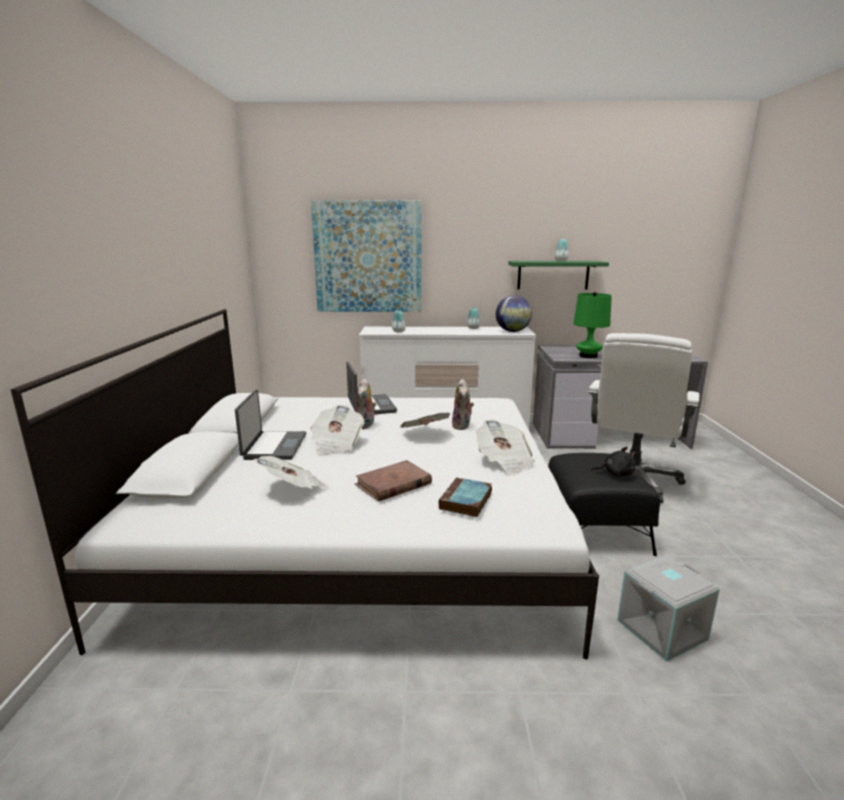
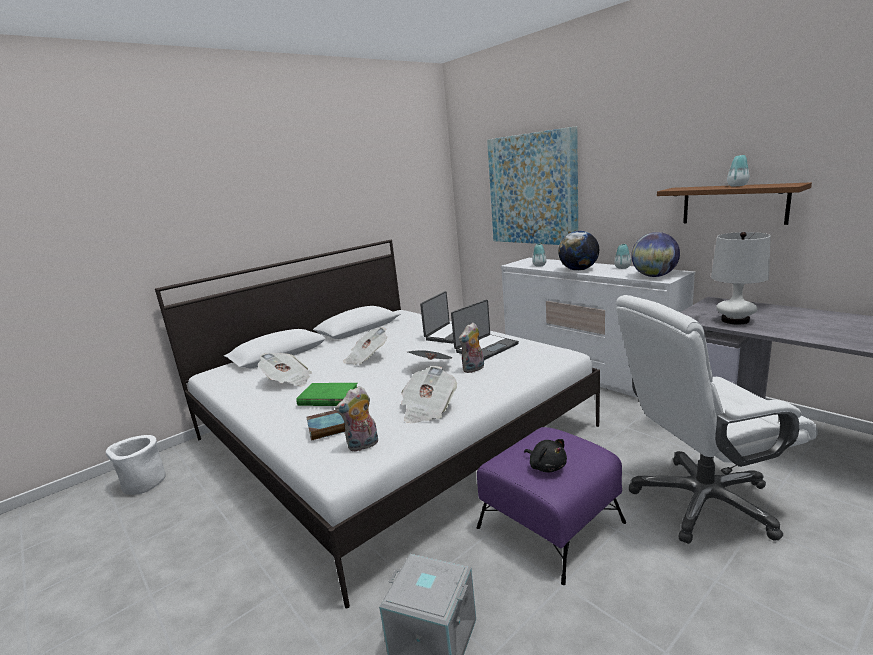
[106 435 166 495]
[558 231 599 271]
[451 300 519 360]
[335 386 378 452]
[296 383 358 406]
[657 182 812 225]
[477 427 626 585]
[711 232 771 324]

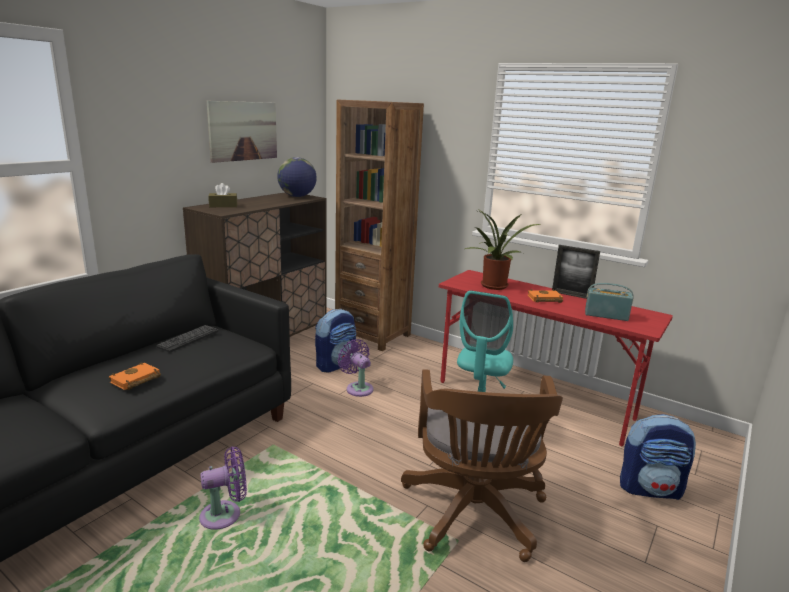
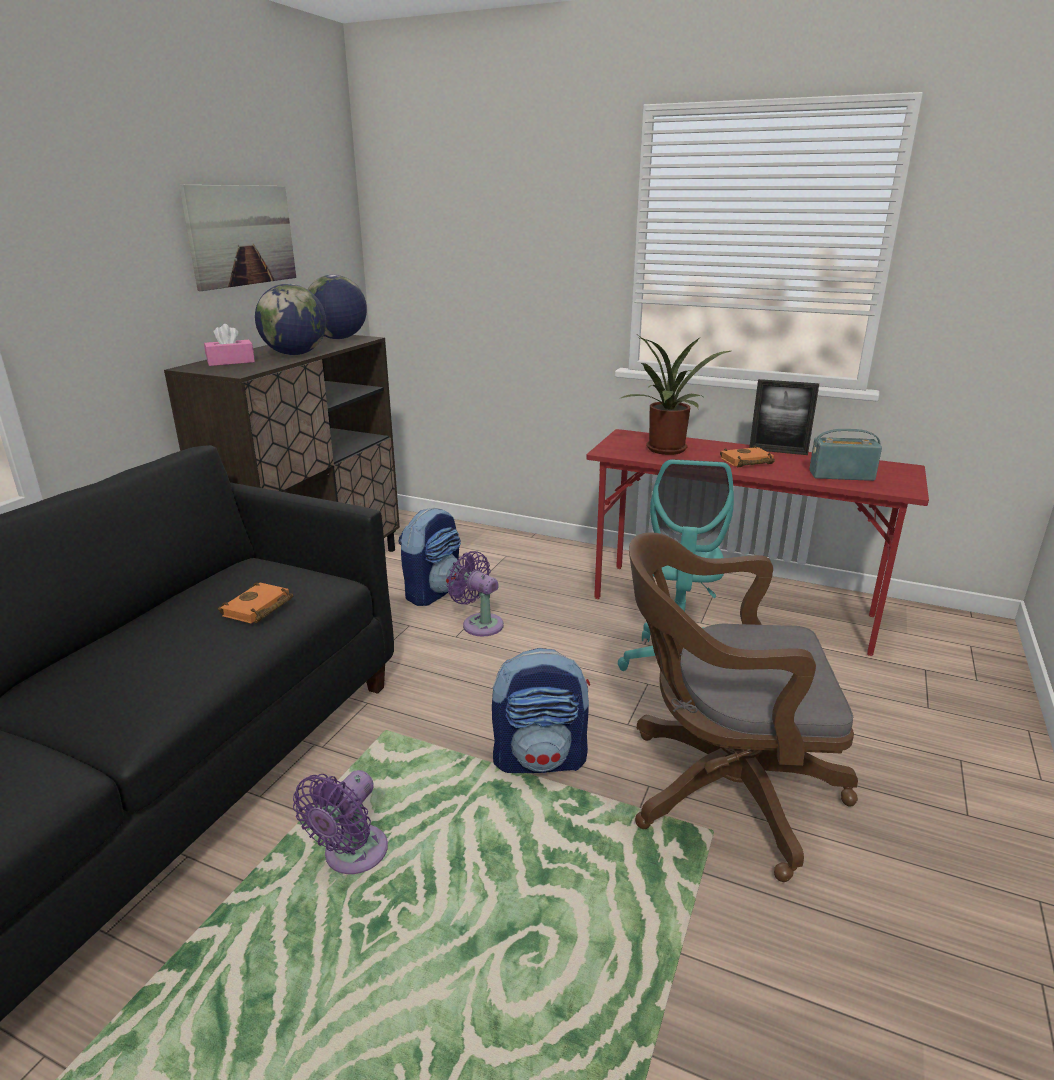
[156 325 219 353] (first image)
[335 100 424 351] (first image)
[255 284 326 355]
[218 582 293 624]
[492 648 590 773]
[204 324 255 366]
[293 770 388 874]
[629 532 858 882]

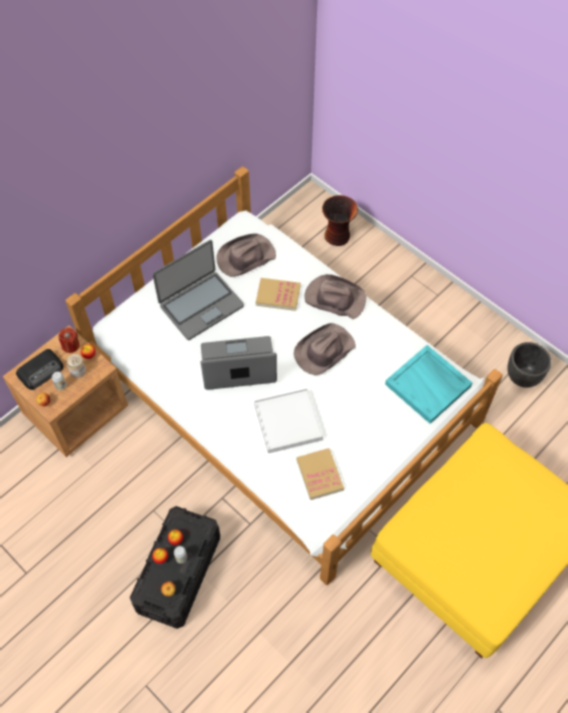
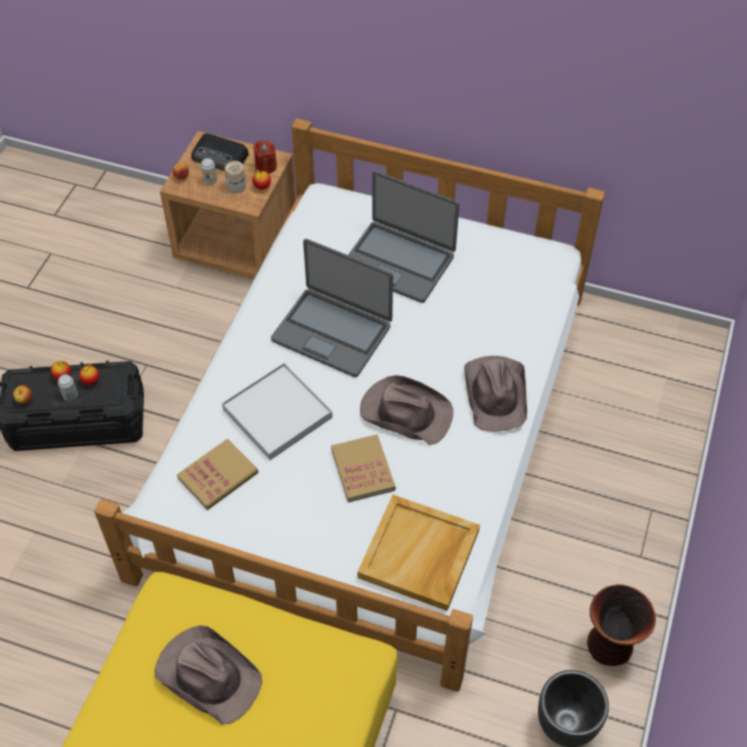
[154 625 262 725]
[331 434 396 503]
[587 584 656 666]
[358 495 480 611]
[271 239 393 377]

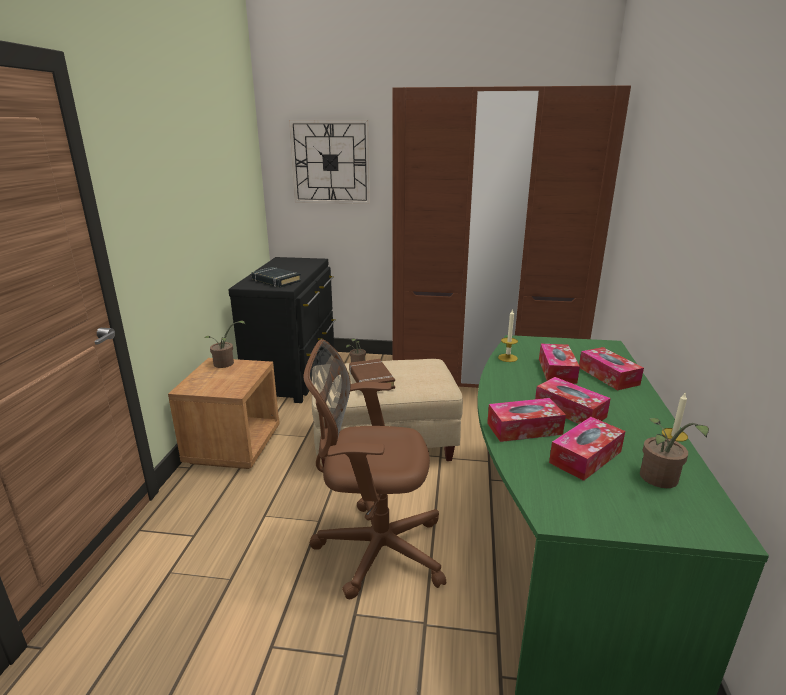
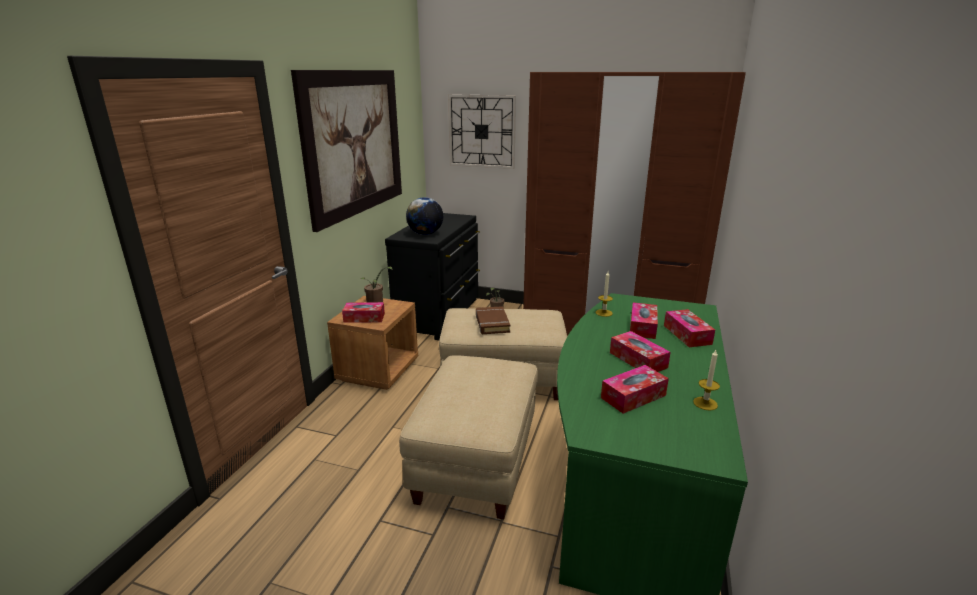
[640 418 709 488] (first image)
[291 70 402 232]
[342 302 385 323]
[406 197 443 235]
[399 355 538 519]

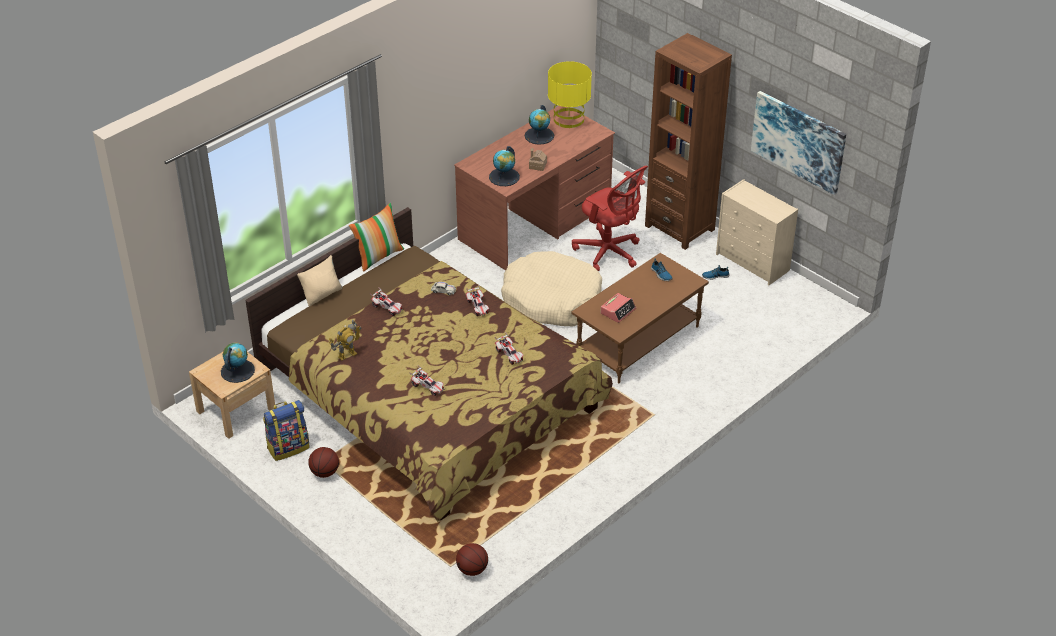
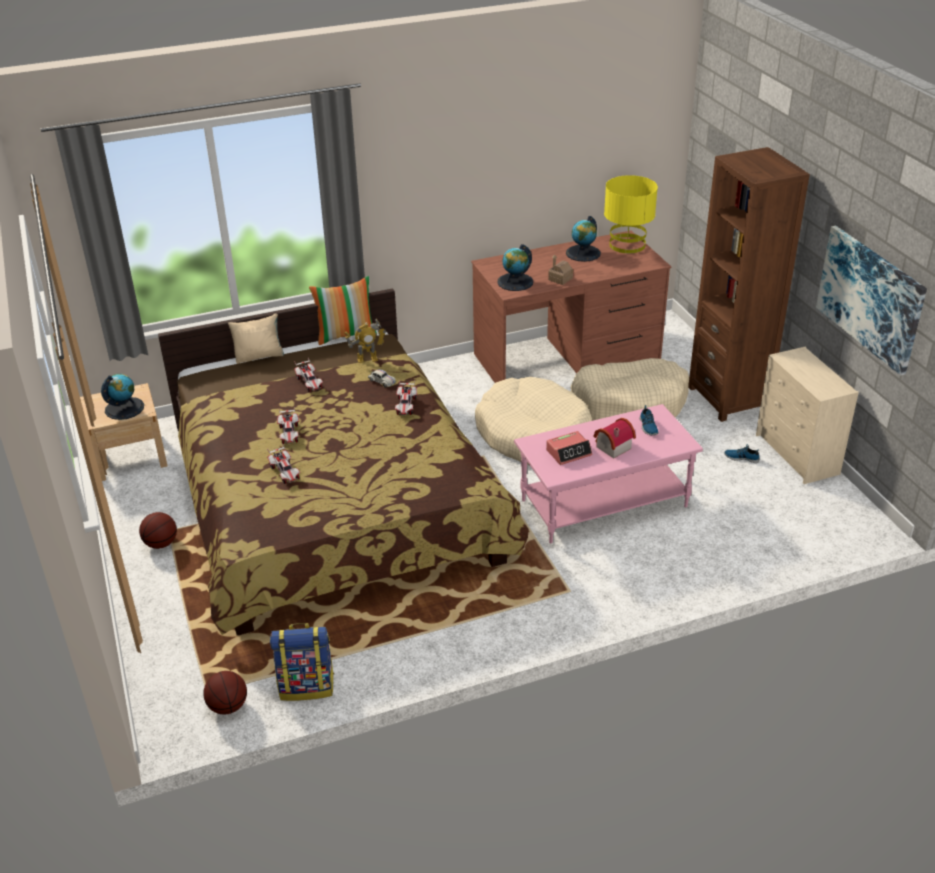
[593 418 636 458]
[270 623 334 701]
[345 318 386 363]
[277 406 299 444]
[571 358 689 421]
[514 404 703 543]

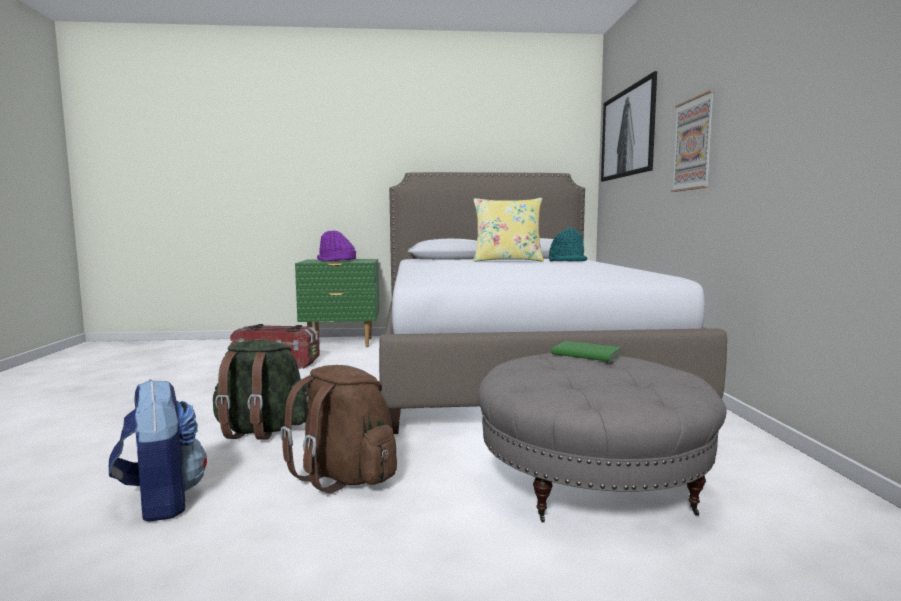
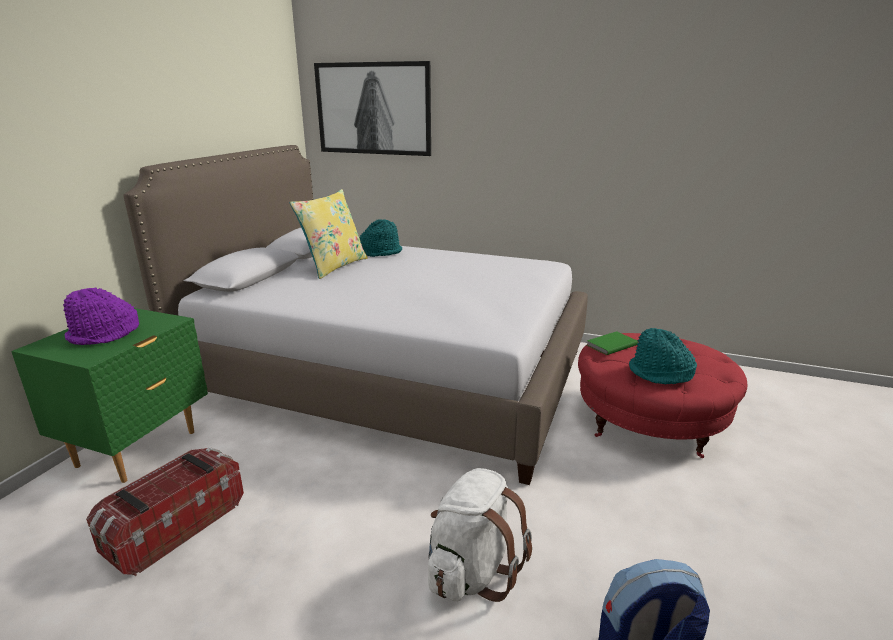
[280 365 397 493] (first image)
[671 90 715 192] (first image)
[629 328 697 384]
[428 468 532 602]
[578 333 747 458]

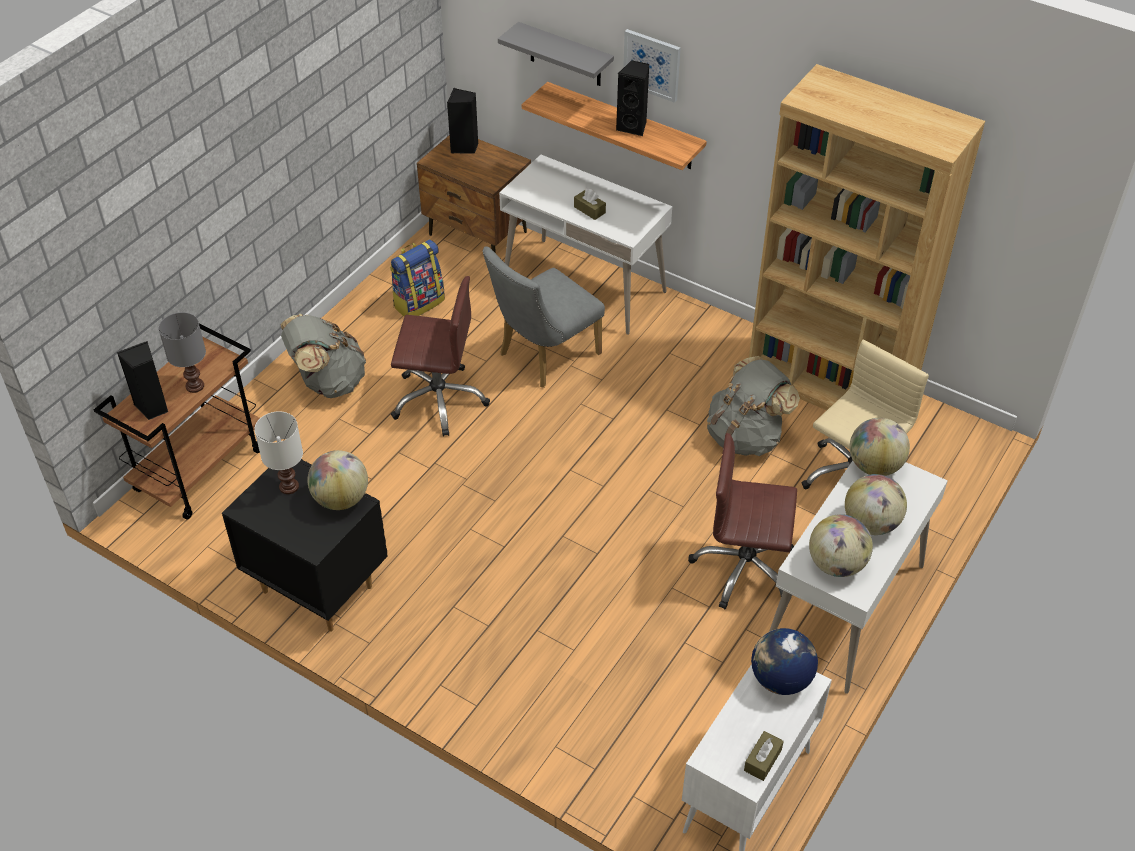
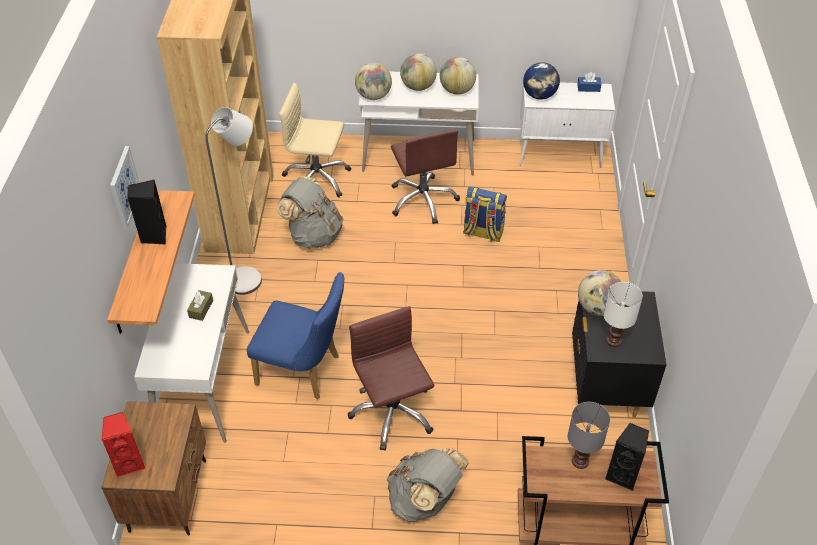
[498 22 614 86] (first image)
[205 107 262 295]
[463 187 507 242]
[102 412 146 477]
[247 272 345 400]
[577 72 601 92]

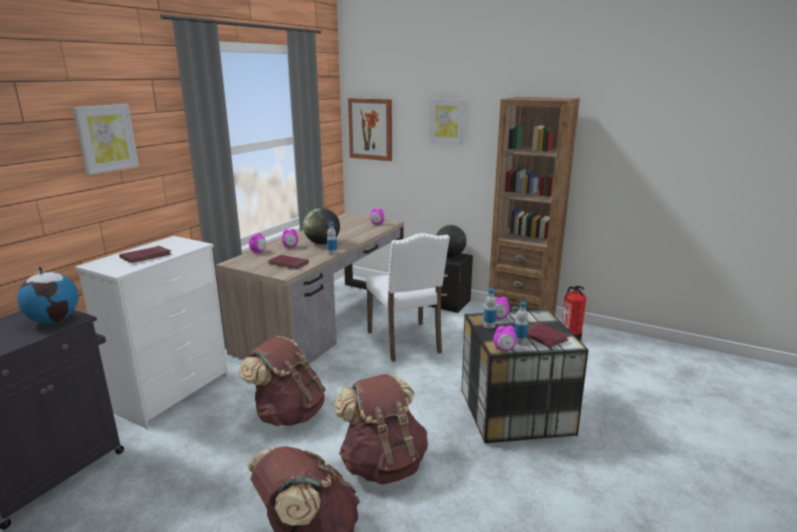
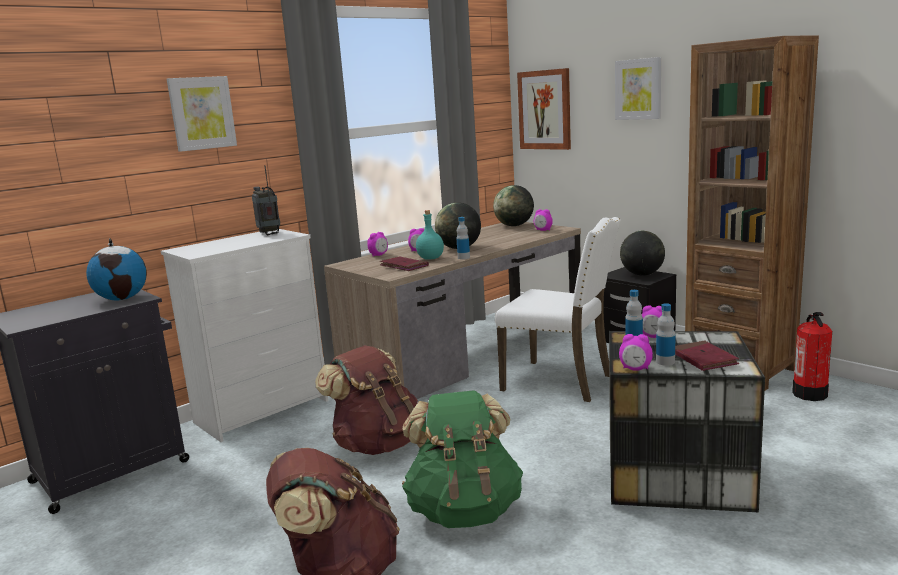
[119 246 171 263] (first image)
[252 165 280 235]
[416 210 444 260]
[493 185 534 226]
[402 390 523 528]
[495 217 621 402]

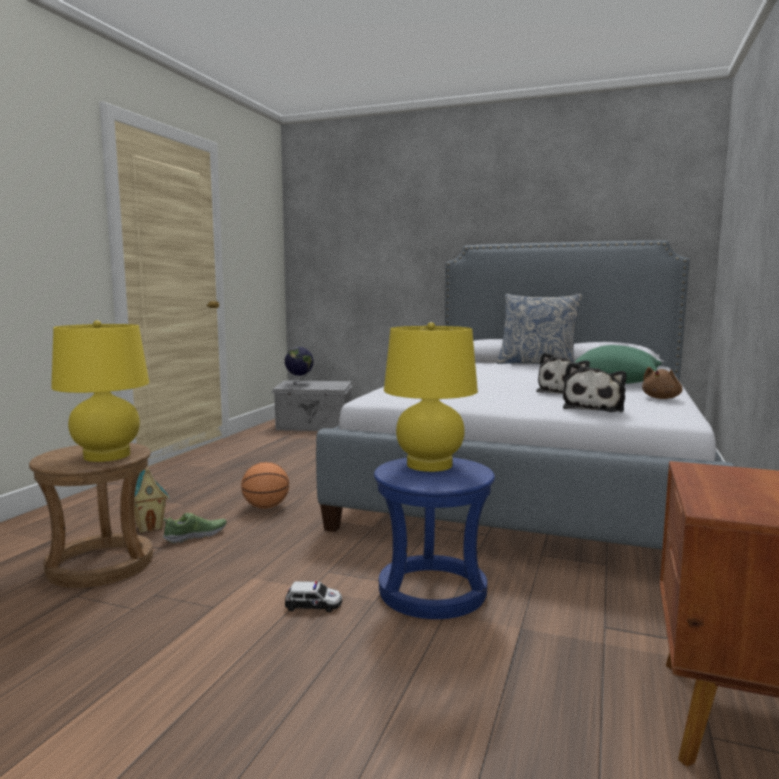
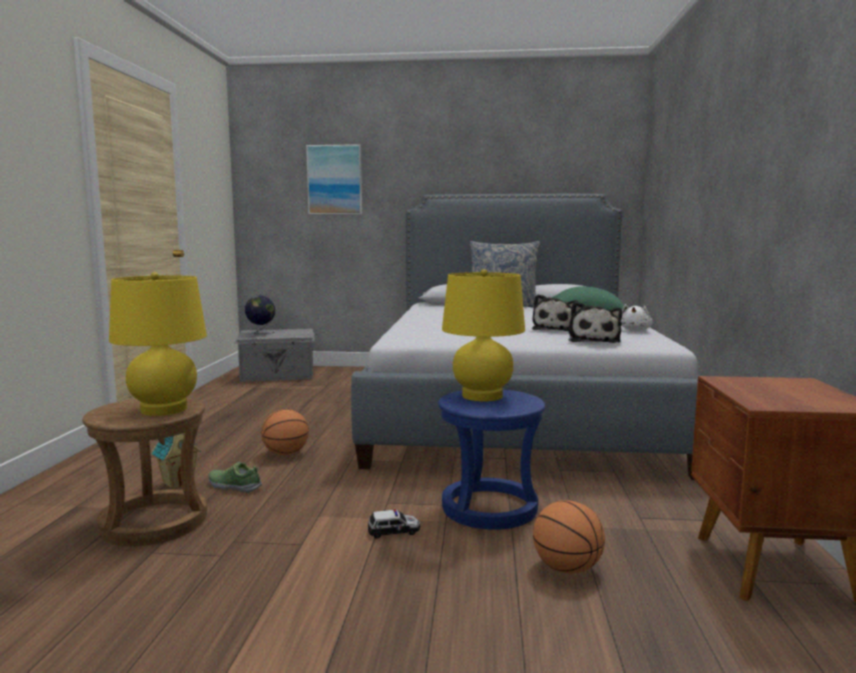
[306 144 362 214]
[533 500 605 573]
[621 304 653 331]
[209 462 262 493]

